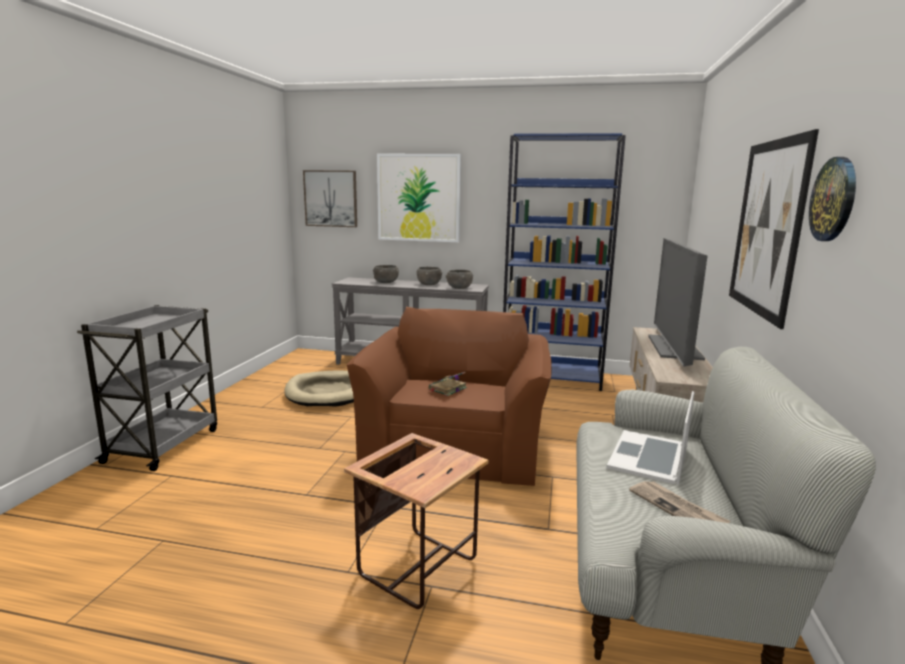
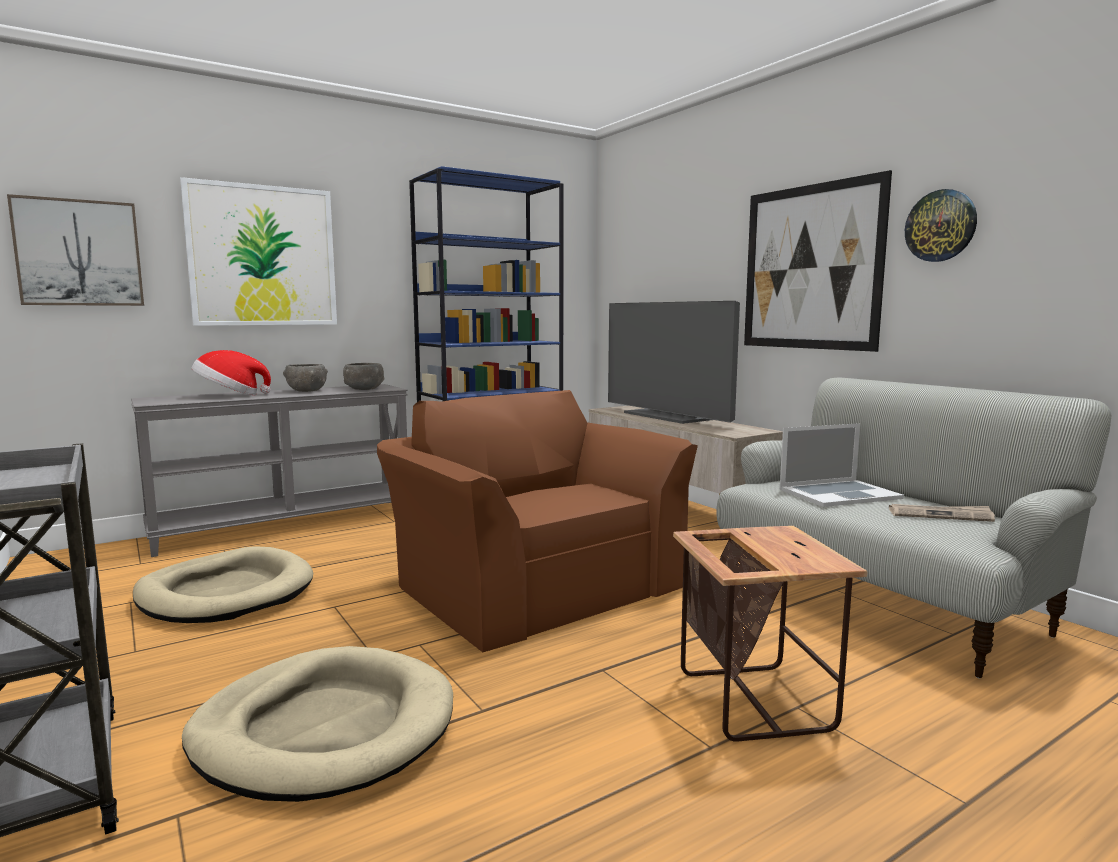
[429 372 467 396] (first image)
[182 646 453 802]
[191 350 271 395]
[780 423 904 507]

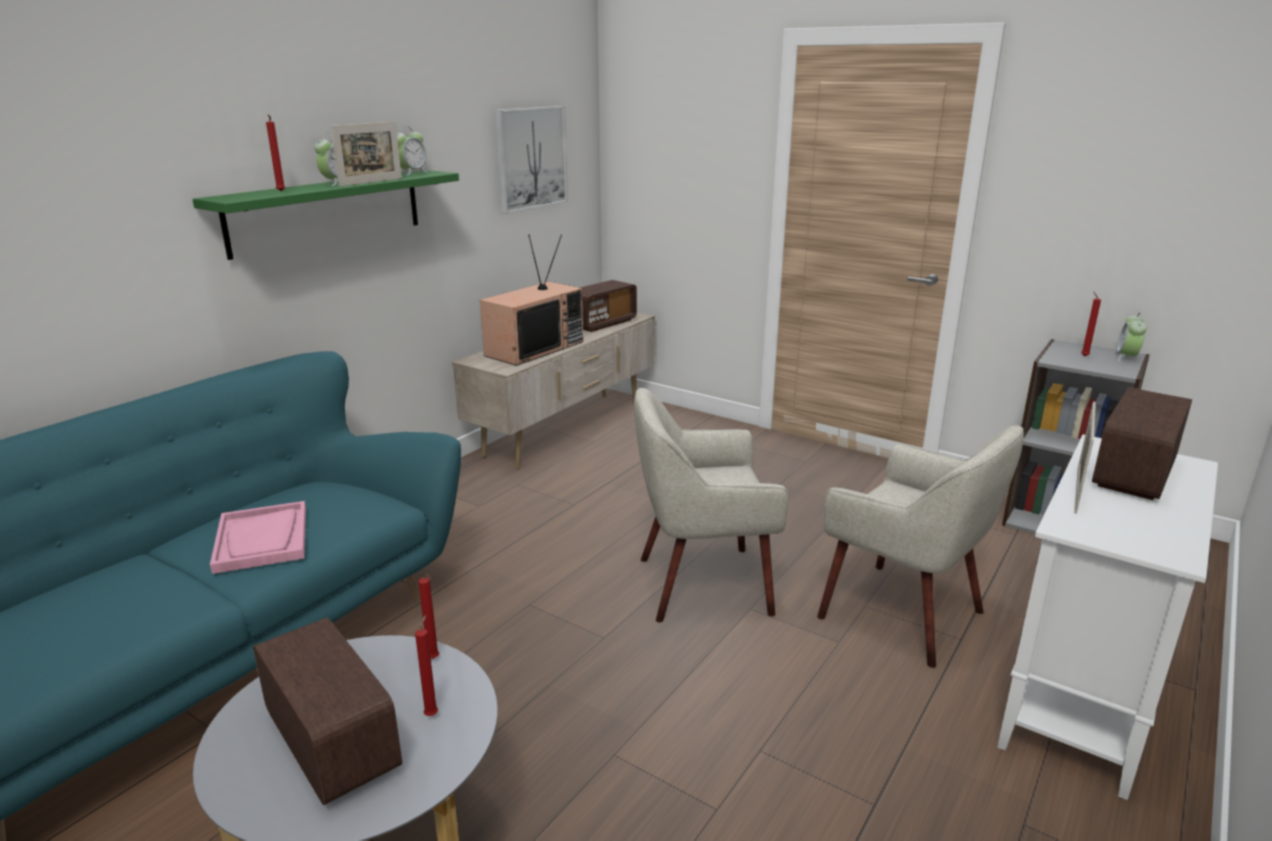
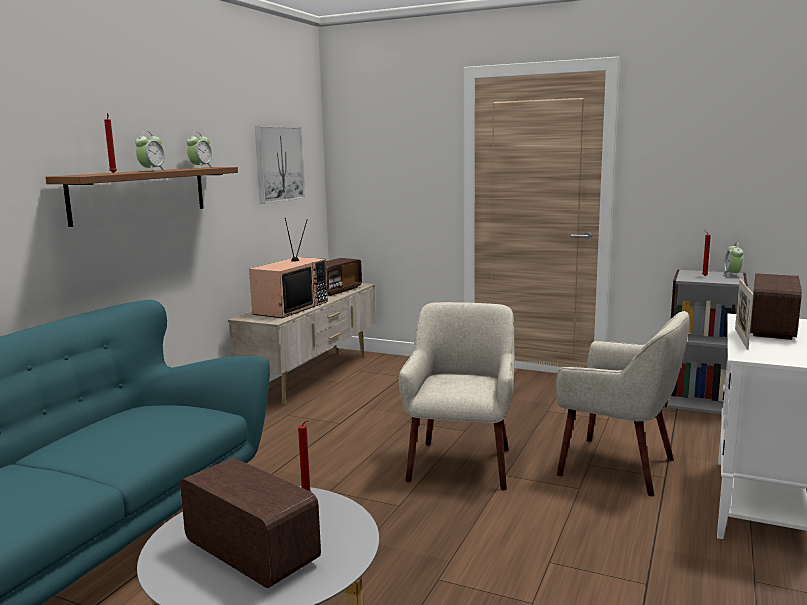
[210 501 306 574] (first image)
[331 122 402 187] (first image)
[415 615 438 716] (first image)
[46 167 238 227]
[399 302 515 490]

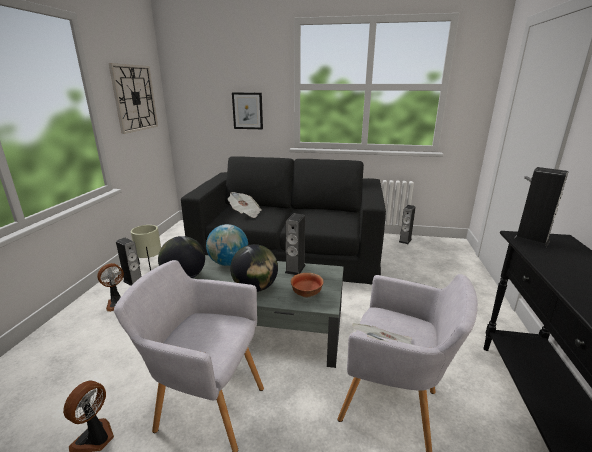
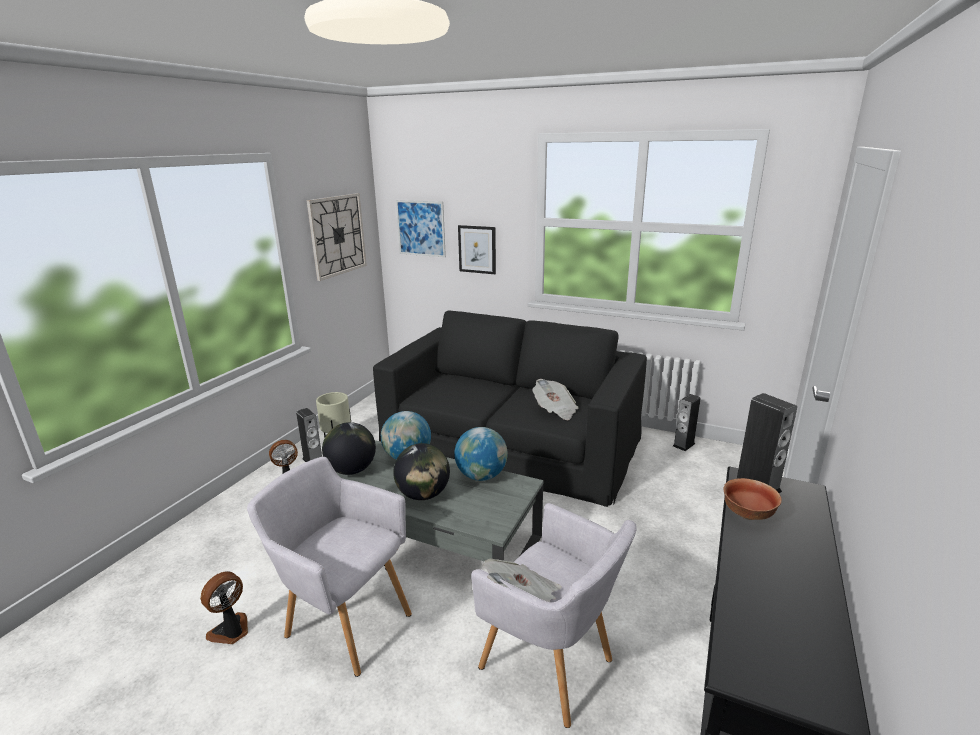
[396 200 446 257]
[532 379 579 420]
[724 478 782 520]
[454 427 508 481]

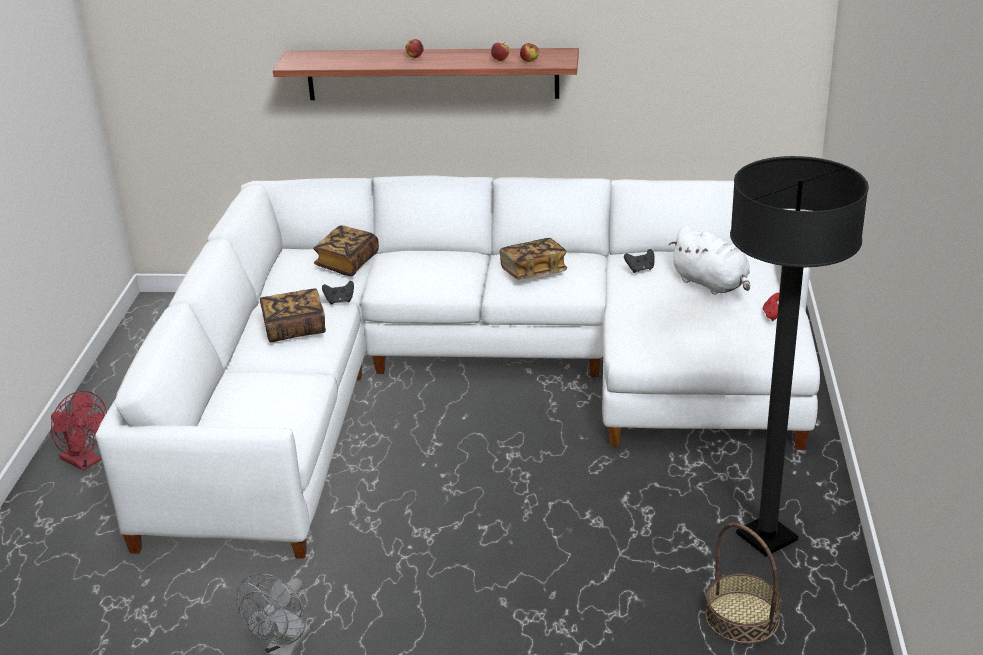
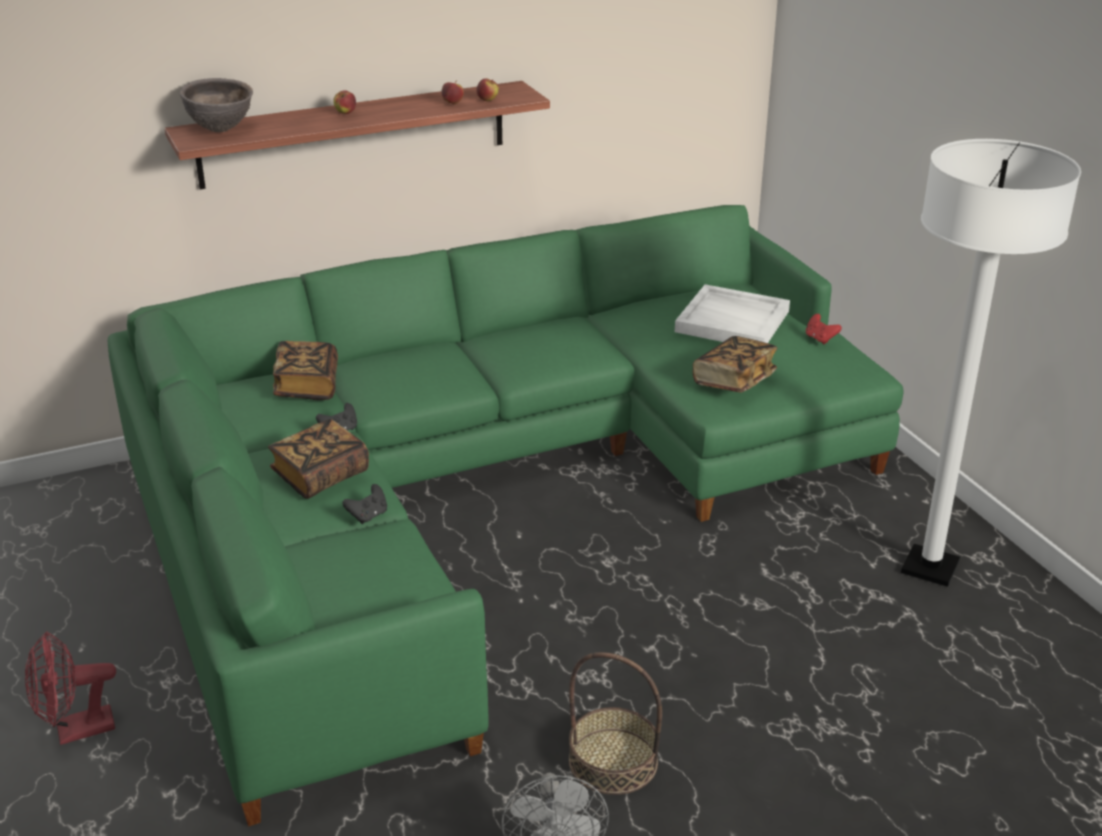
[179 78 253 132]
[693 336 777 393]
[342 484 387 524]
[569 652 662 795]
[675 284 790 343]
[108 205 904 827]
[901 139 1081 587]
[25 631 116 745]

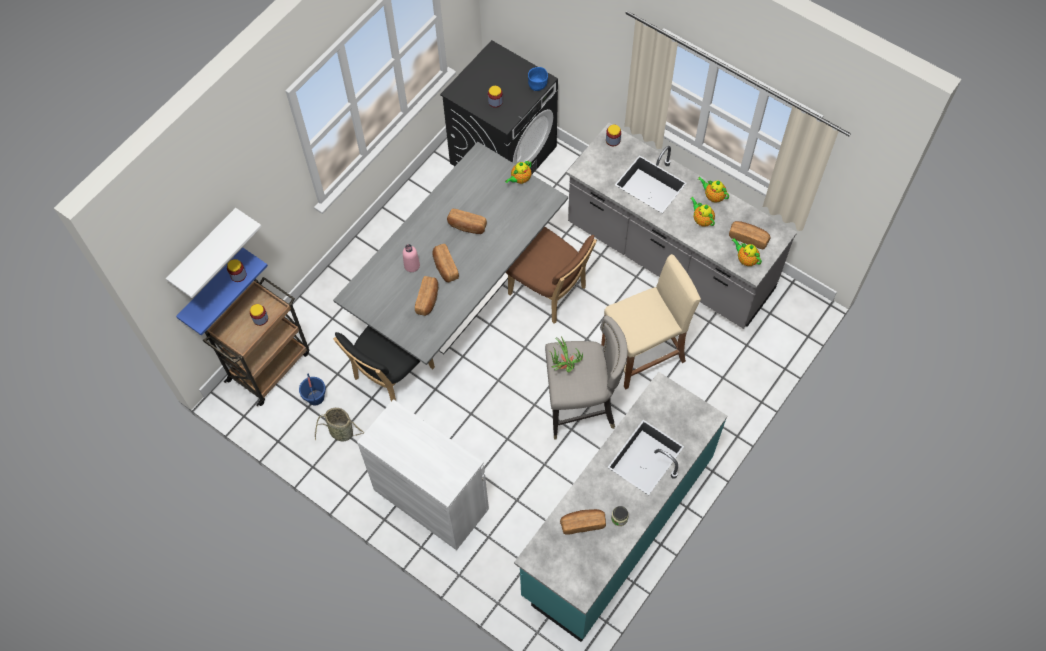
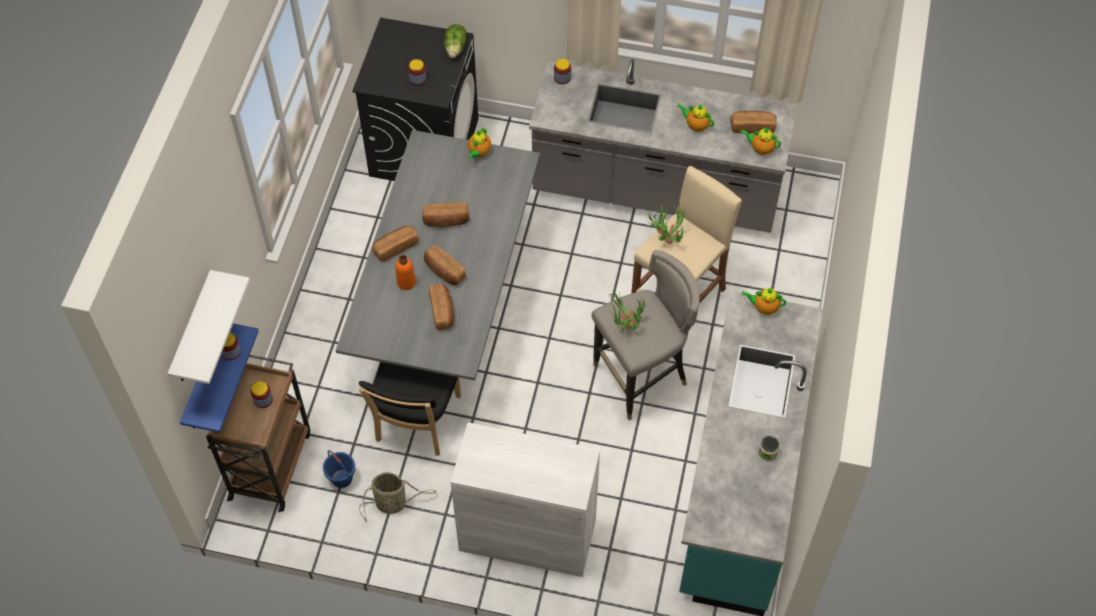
[506 227 597 324] (first image)
[646 202 685 244]
[372 226 419 262]
[742 288 786 315]
[444 24 466 58]
[395 255 416 290]

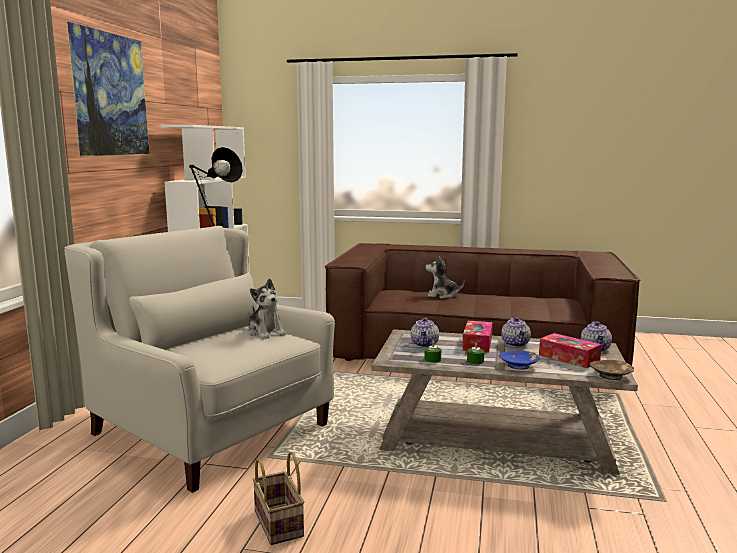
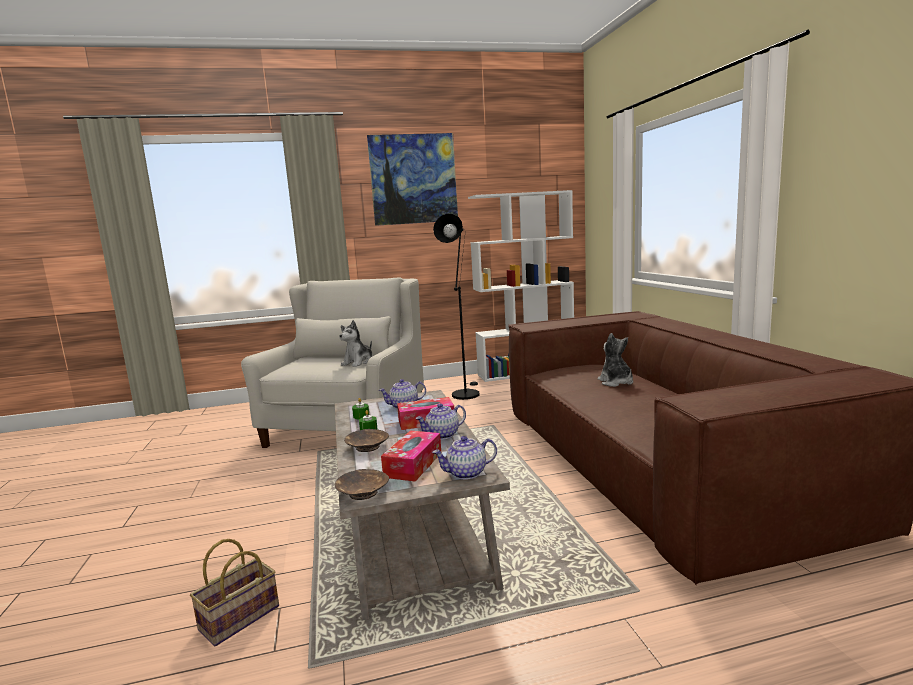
[190 539 279 646]
[344 429 389 452]

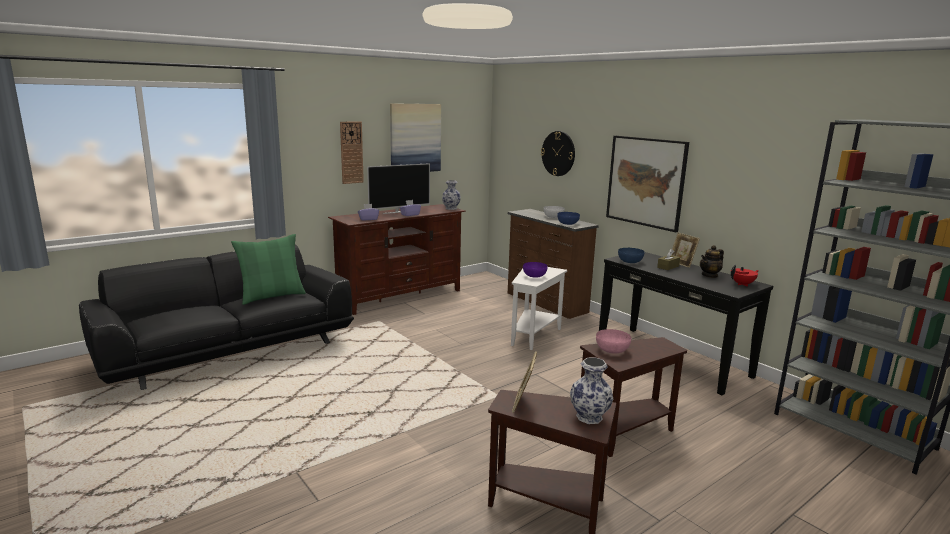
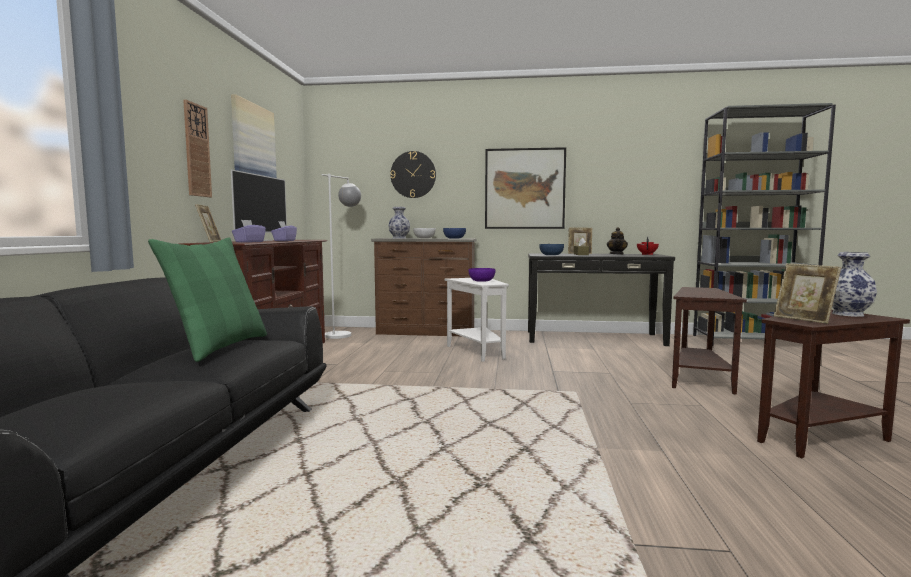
[596 329 631 354] (first image)
[195 204 221 242]
[322 174 361 339]
[389 207 410 239]

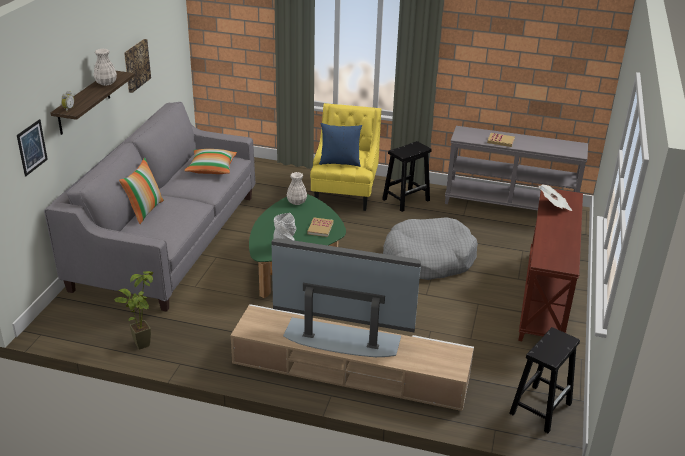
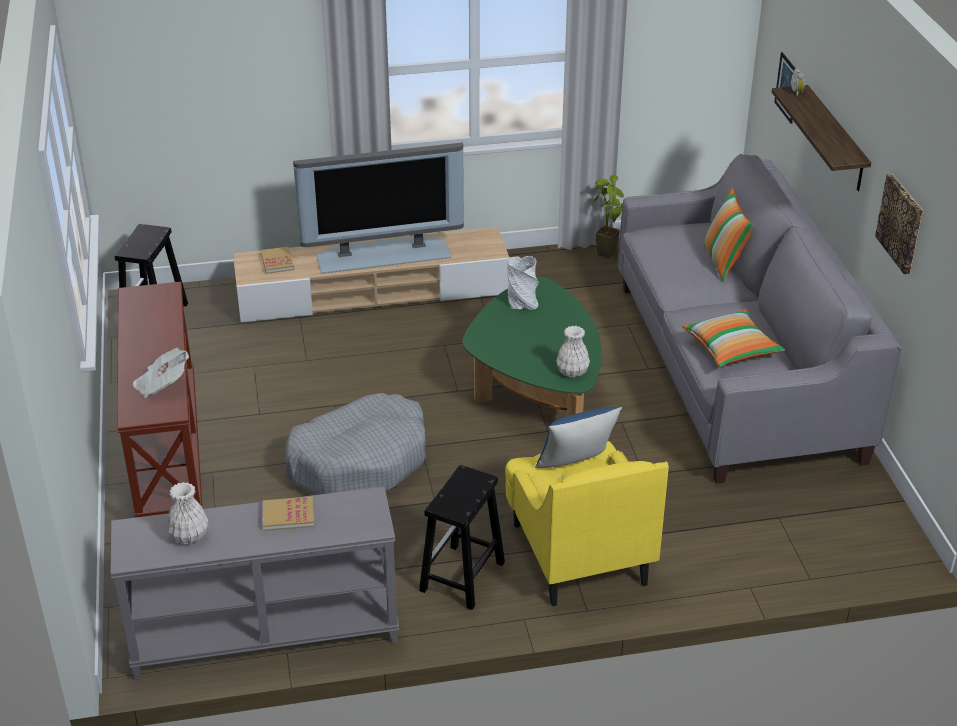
[167 482 208 544]
[260 247 294 274]

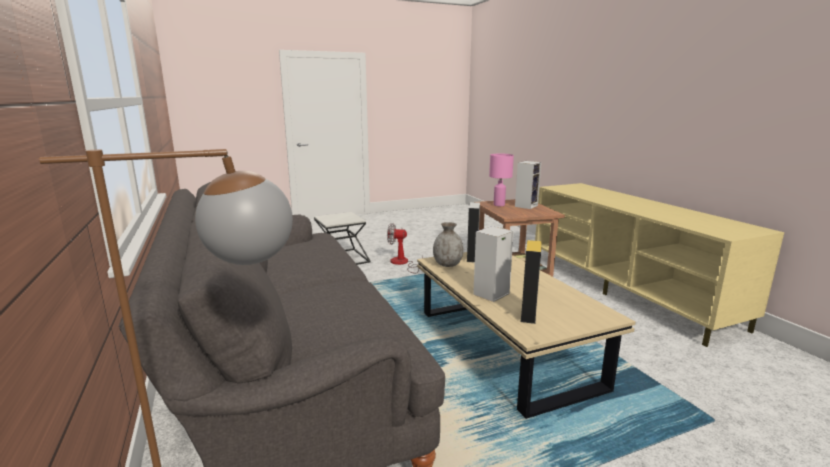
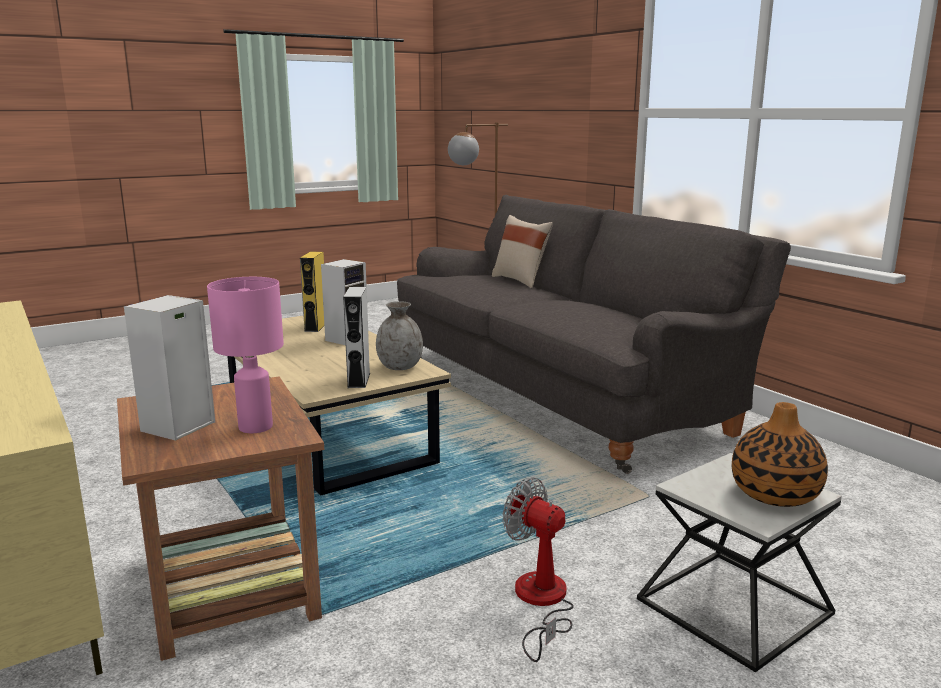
[492 215 553 288]
[732 402 828 507]
[503 477 574 662]

